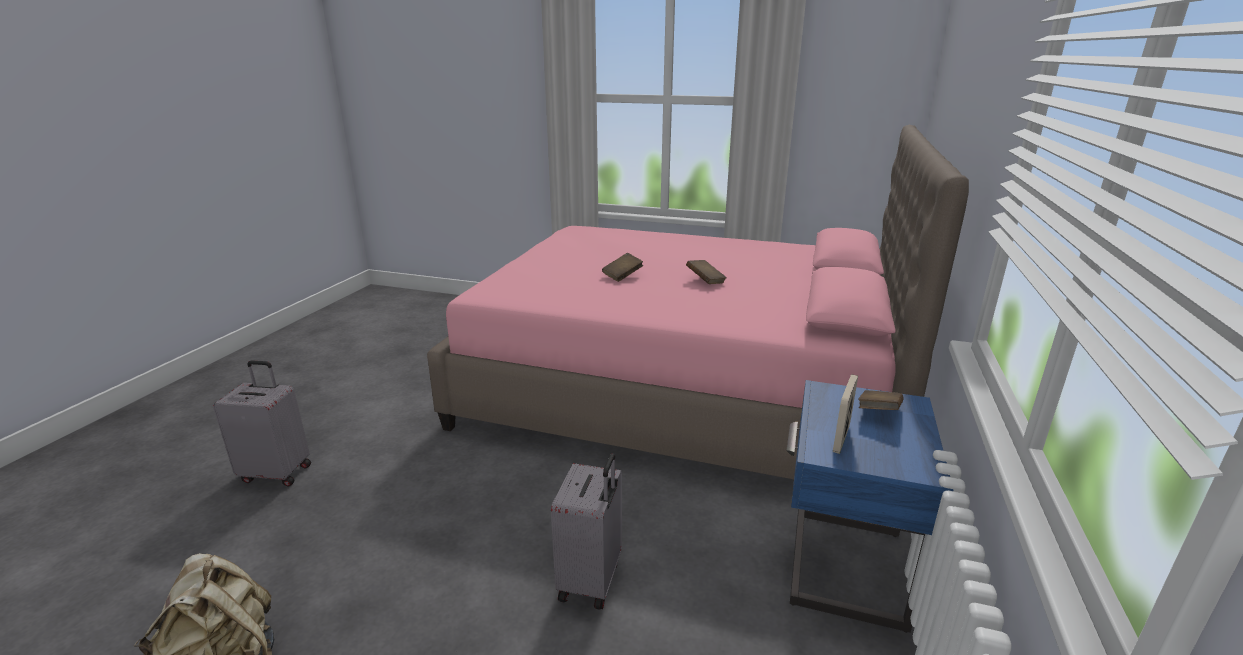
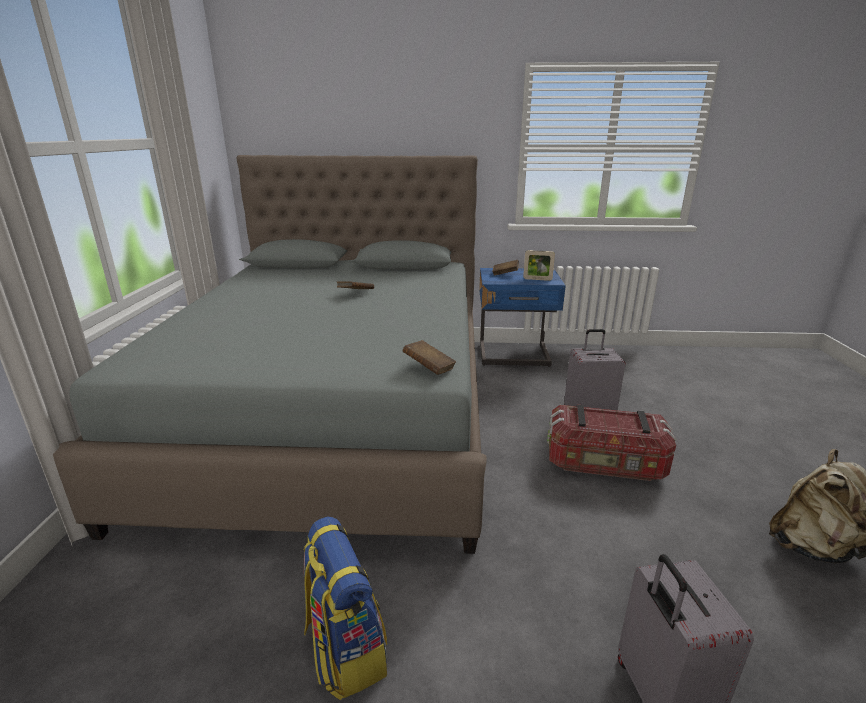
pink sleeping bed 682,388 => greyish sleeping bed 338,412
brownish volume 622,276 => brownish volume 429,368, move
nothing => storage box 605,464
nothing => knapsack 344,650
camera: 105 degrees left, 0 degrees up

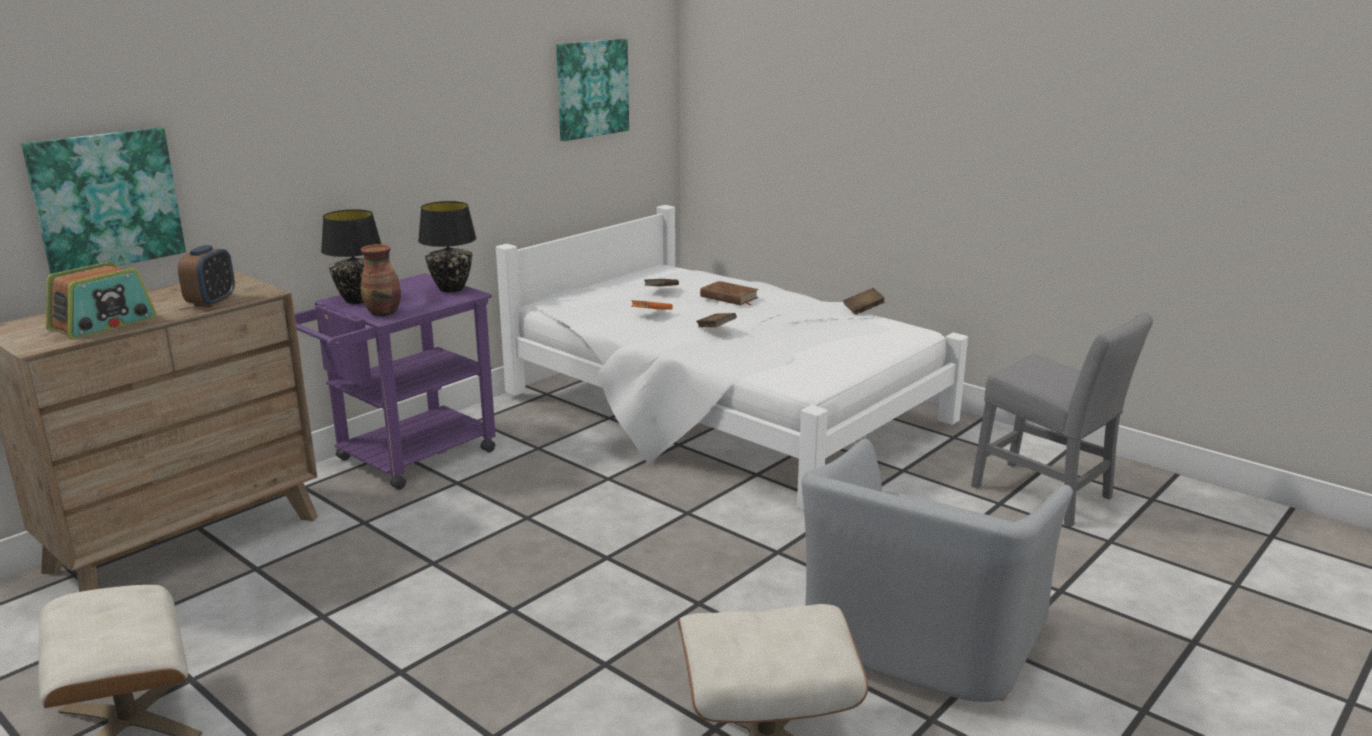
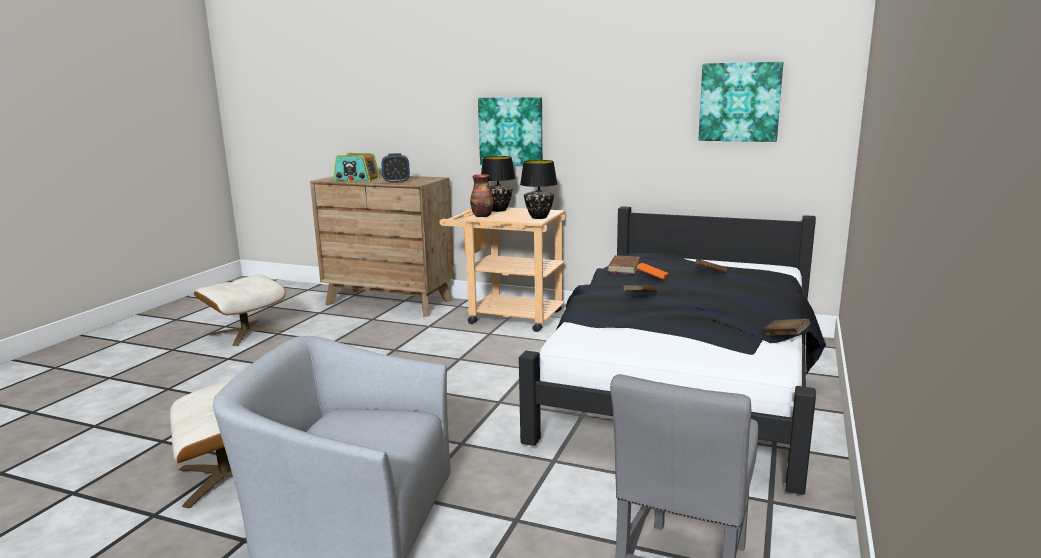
picture 106,200 => picture 511,131, move
white sleeping bed 724,412 => blackish sleeping bed 683,384
purple-coloured cart 405,459 => beige-coloured cart 507,316
brownish volume 729,297 => brownish volume 623,268, move
camera: 70 degrees right, 5 degrees down

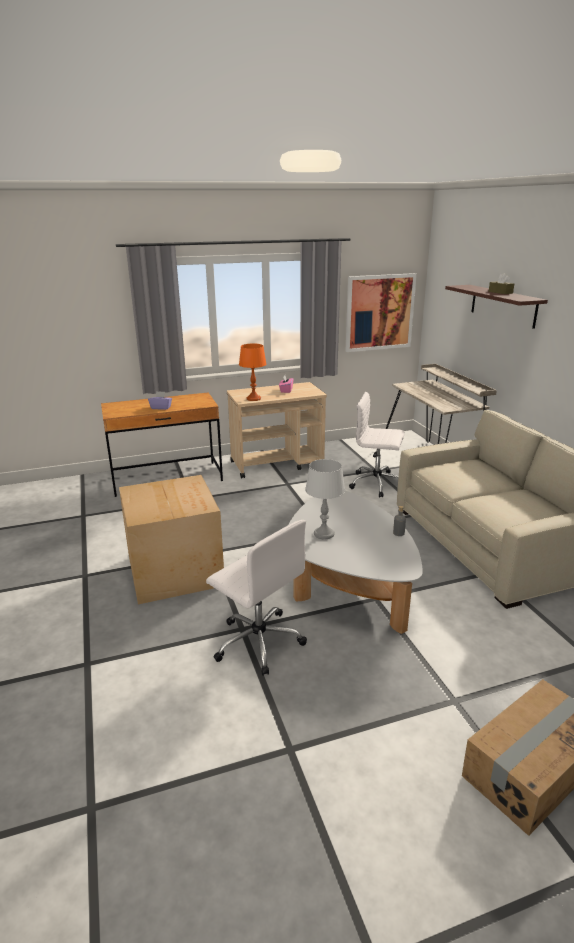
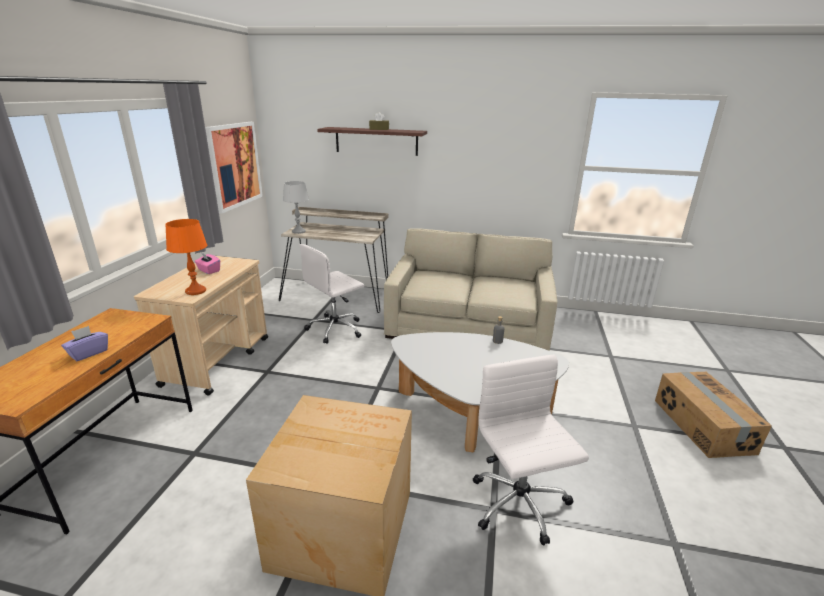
greyish table lamp 324,534 => greyish table lamp 299,231, move
white computer chair 258,641 => white computer chair 519,505, 90 degrees counterclockwise
camera: 60 degrees left, 0 degrees up

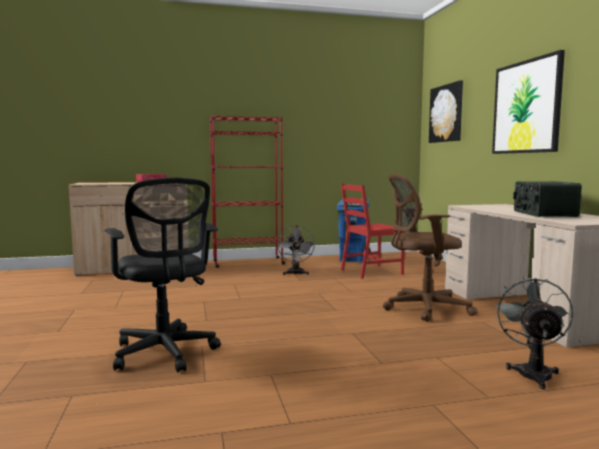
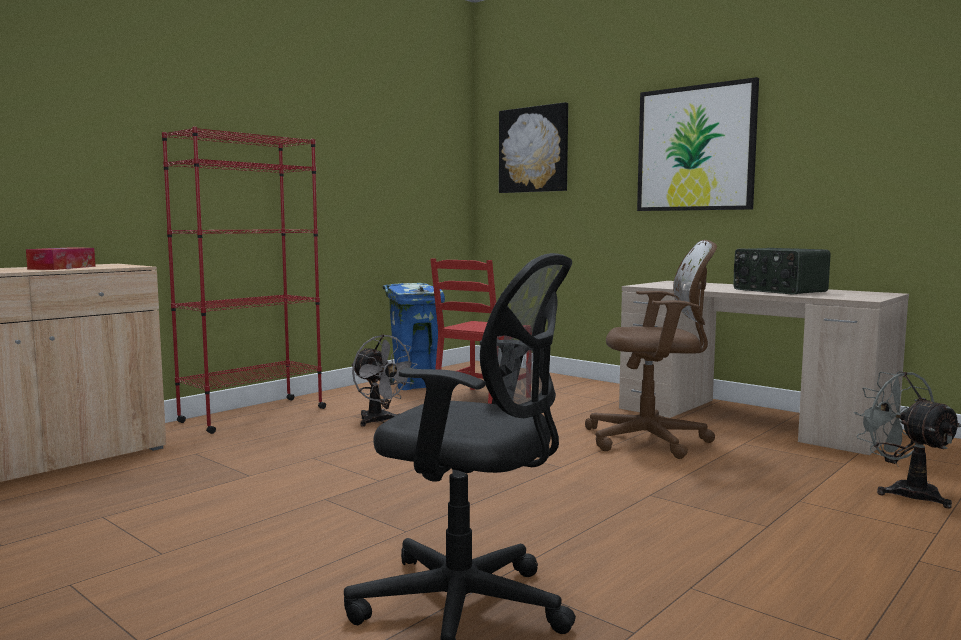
brownish computer chair 422,308 => brownish computer chair 652,440, 135 degrees counterclockwise
camera: 35 degrees left, 0 degrees up

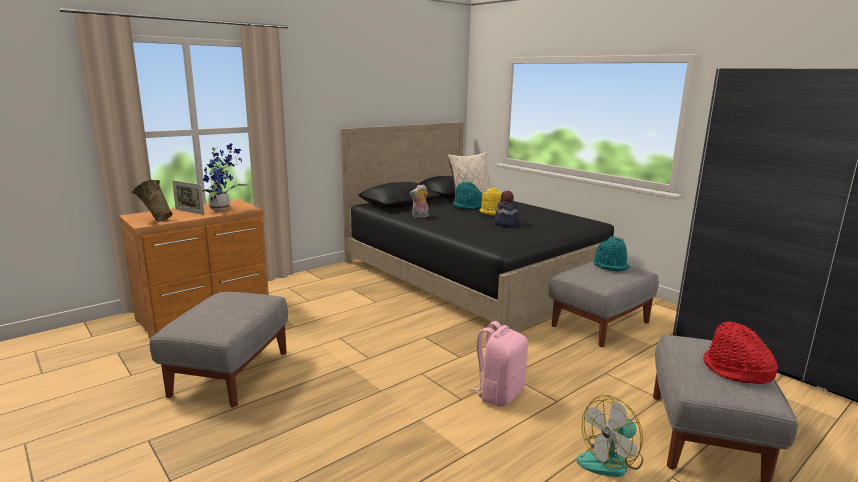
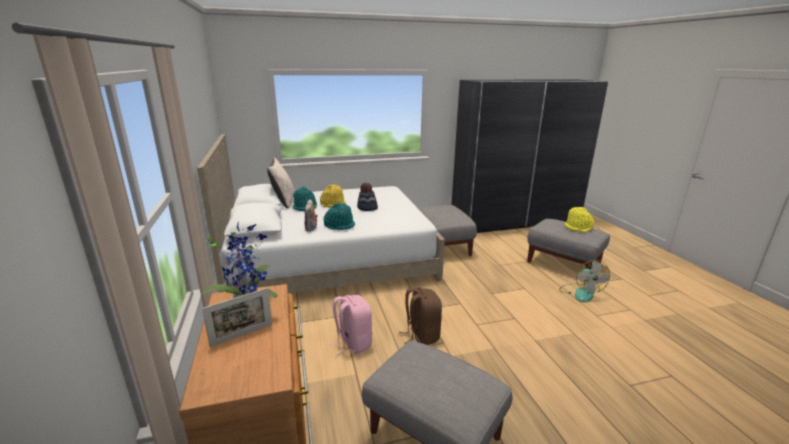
blackish sleeping bed 473,274 => white sleeping bed 329,259
beige-coloured decorative vase 155,220 => nothing
blue-green wearable hat 610,266 => blue-green wearable hat 339,225, move
pink knapsack 499,393 => pink knapsack 352,343, move
red-coloured wearable hat 736,371 => yellow wearable hat 578,228
nothing => brownish knapsack 421,335
camera: 65 degrees left, 5 degrees up

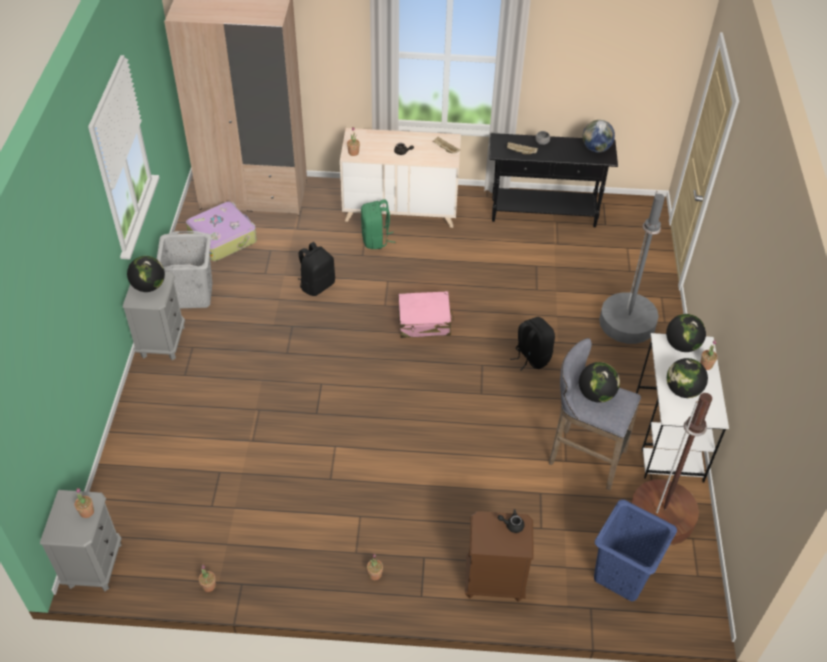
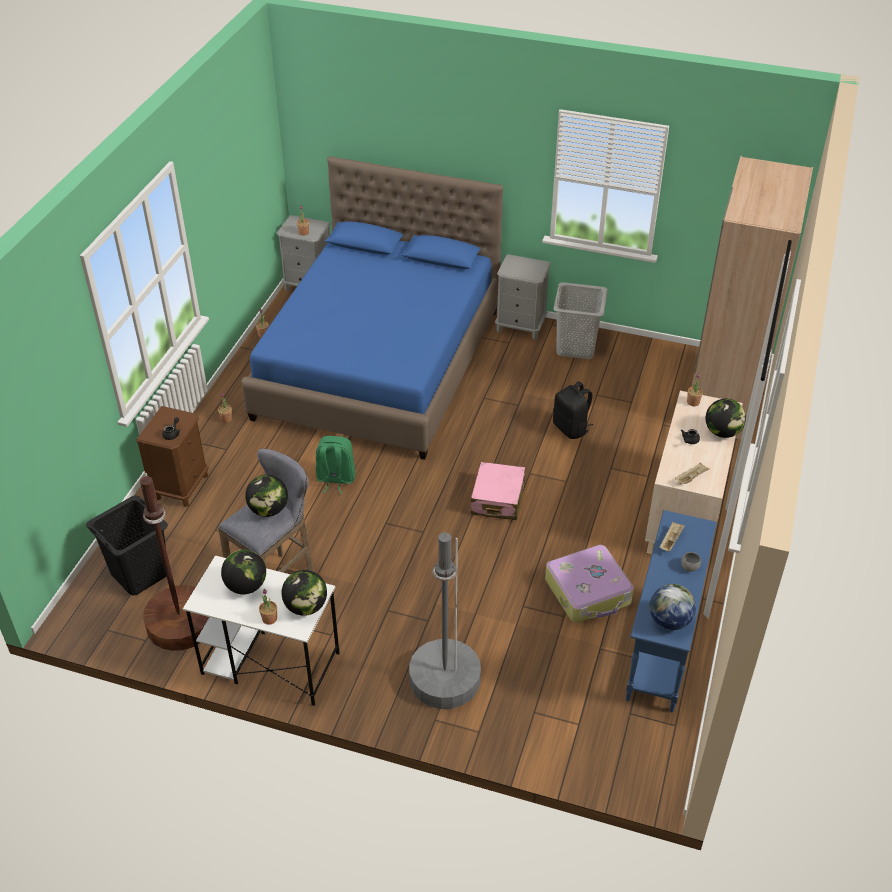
blackish hall table 544,213 => blue-coloured hall table 661,650
green-coloured knapsack 376,240 => green-coloured knapsack 335,479, move
piece of luggage 223,237 => piece of luggage 588,592, move
world globe 149,286 => world globe 722,432, move
blackish knapsack 531,357 => nothing
blue-coloured washing basket 622,575 => blackish washing basket 139,574
nothing => blue-coloured sleeping bed 379,363
camera: 105 degrees right, 5 degrees down

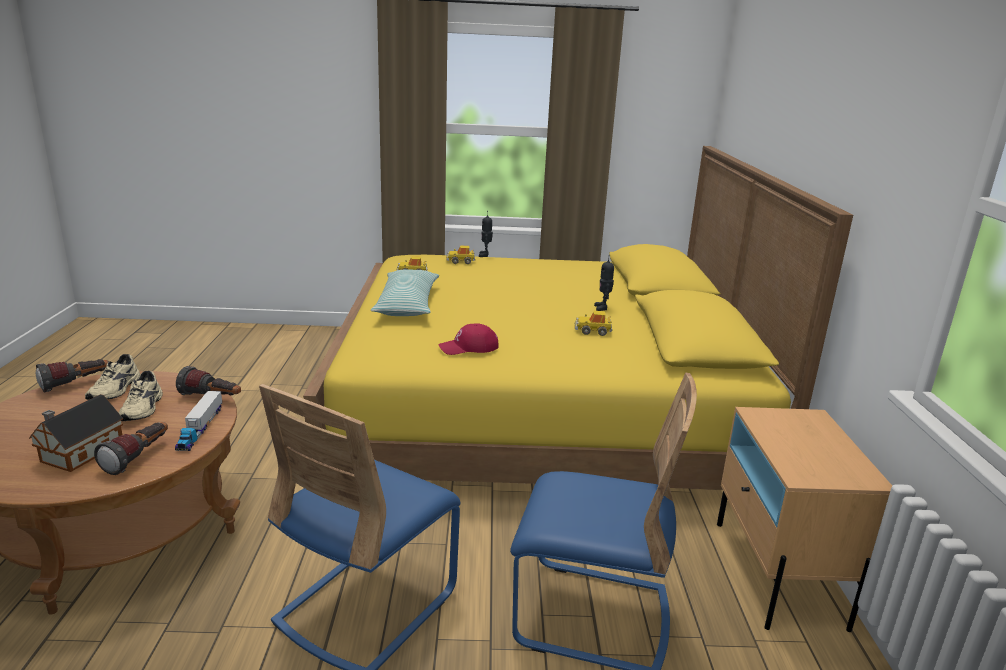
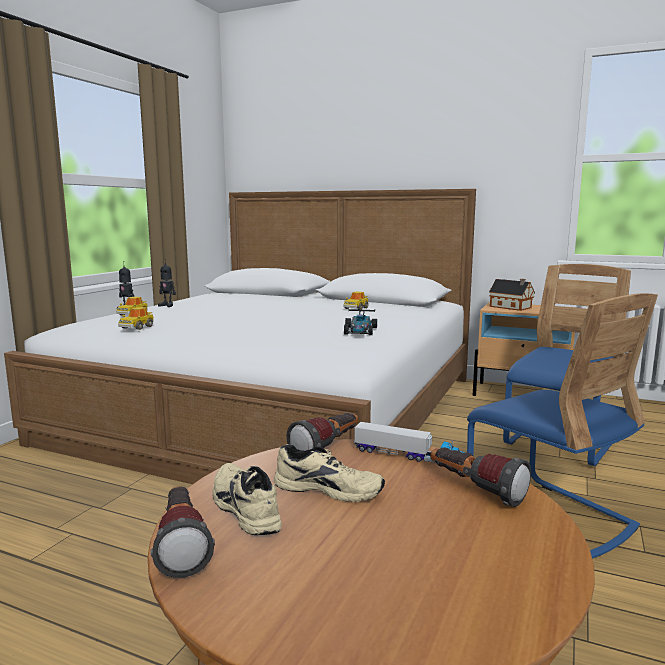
yellow sleeping bed 539,402 => white sleeping bed 277,407
robot figure 602,308 => robot figure 167,305, move
cushion 407,304 => nothing
red-coloured baseball cap 469,347 => toy car 360,331
beige-coloured shoe 116,390 => beige-coloured shoe 242,509, 150 degrees counterclockwise
miniature house 79,453 => miniature house 511,307, move
camera: 65 degrees left, 10 degrees down

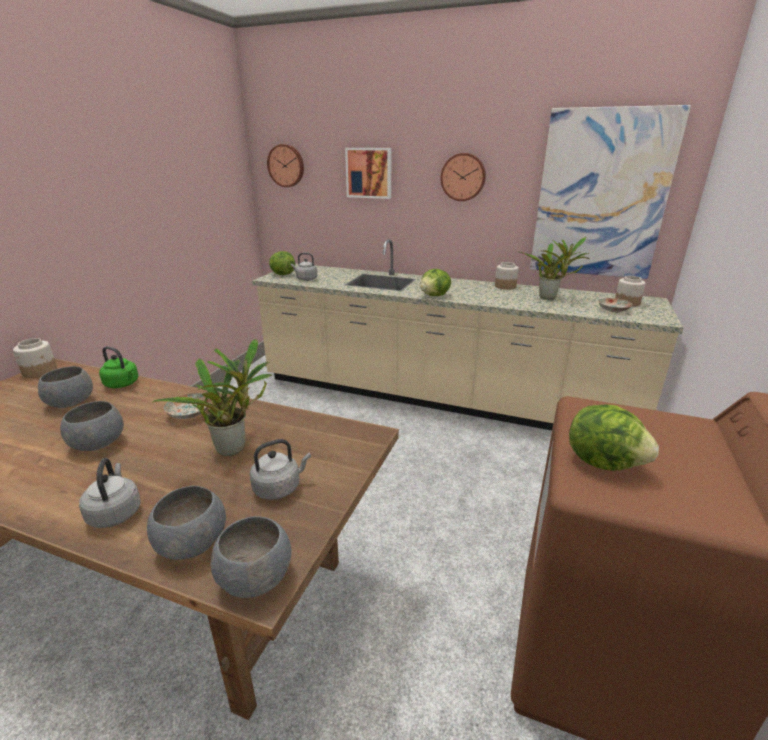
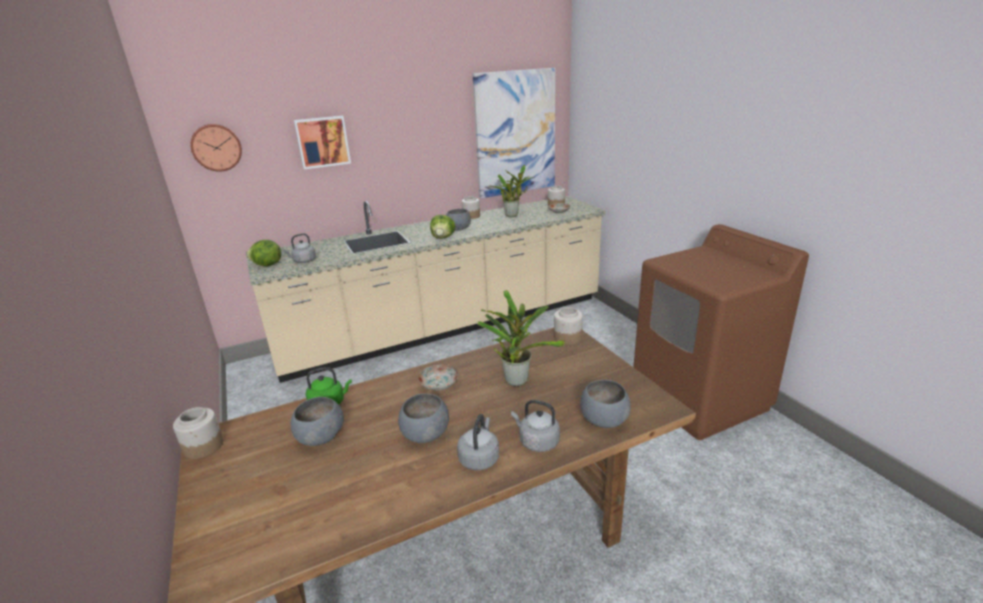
wall clock 463,177 => nothing
head of lettuce 603,461 => nothing
greyish water kettle 279,488 => greyish water kettle 479,458, move
greyish bowl 256,576 => greyish bowl 458,229, move
nothing => preserve jar 567,338
camera: 45 degrees left, 0 degrees up

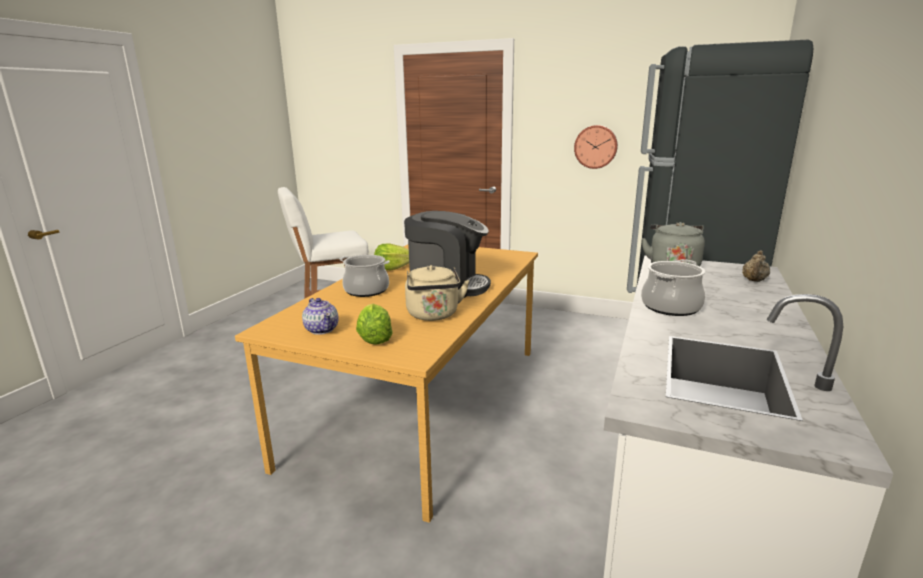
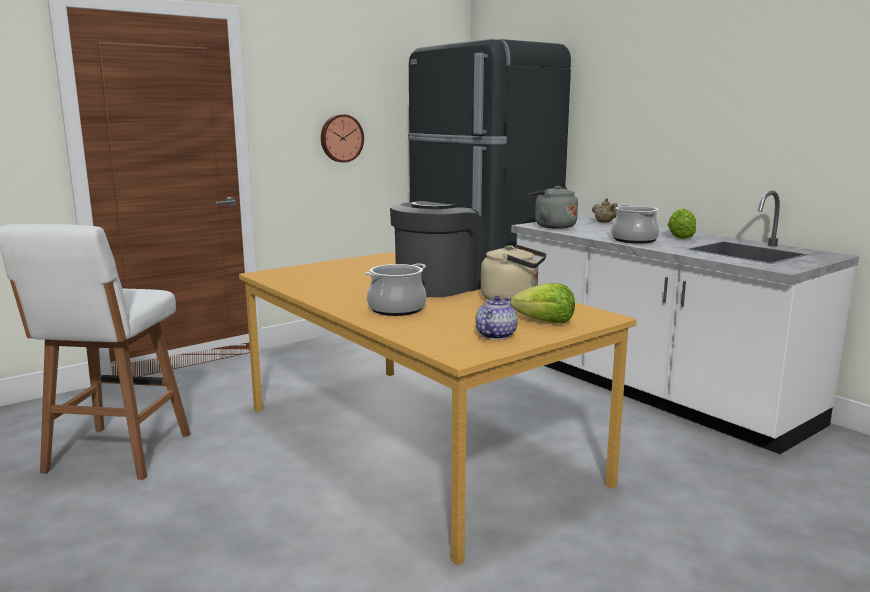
head of lettuce 392,268 => head of lettuce 680,237, move
pot for tea 322,329 => pot for tea 495,335, 60 degrees counterclockwise
camera: 60 degrees left, 5 degrees down

